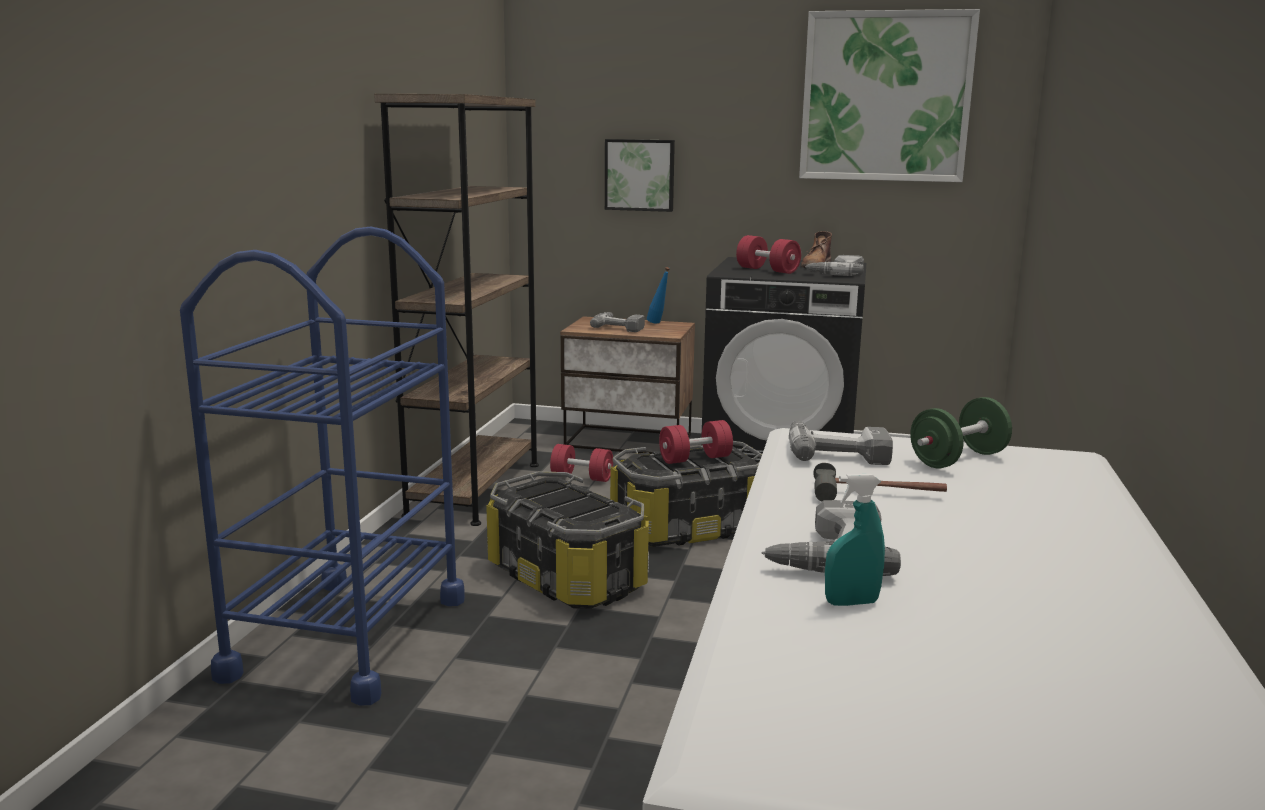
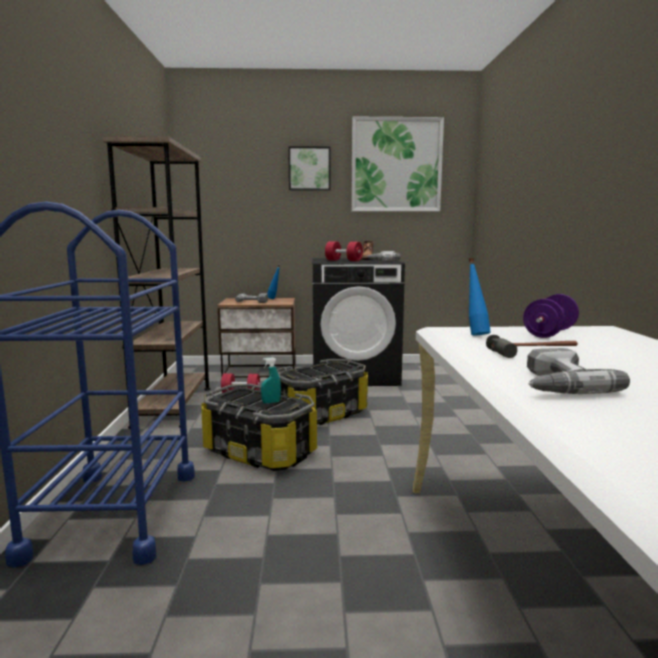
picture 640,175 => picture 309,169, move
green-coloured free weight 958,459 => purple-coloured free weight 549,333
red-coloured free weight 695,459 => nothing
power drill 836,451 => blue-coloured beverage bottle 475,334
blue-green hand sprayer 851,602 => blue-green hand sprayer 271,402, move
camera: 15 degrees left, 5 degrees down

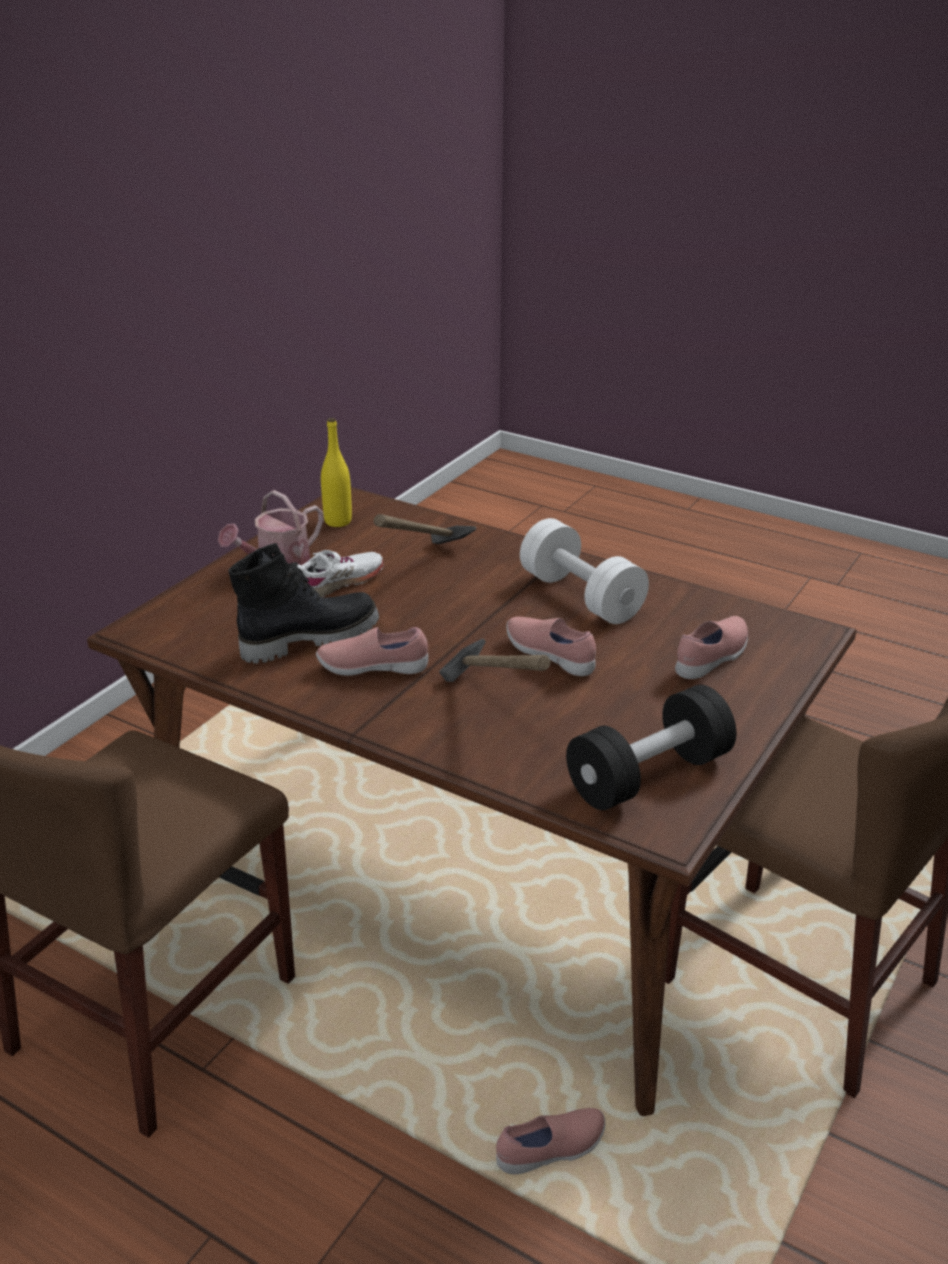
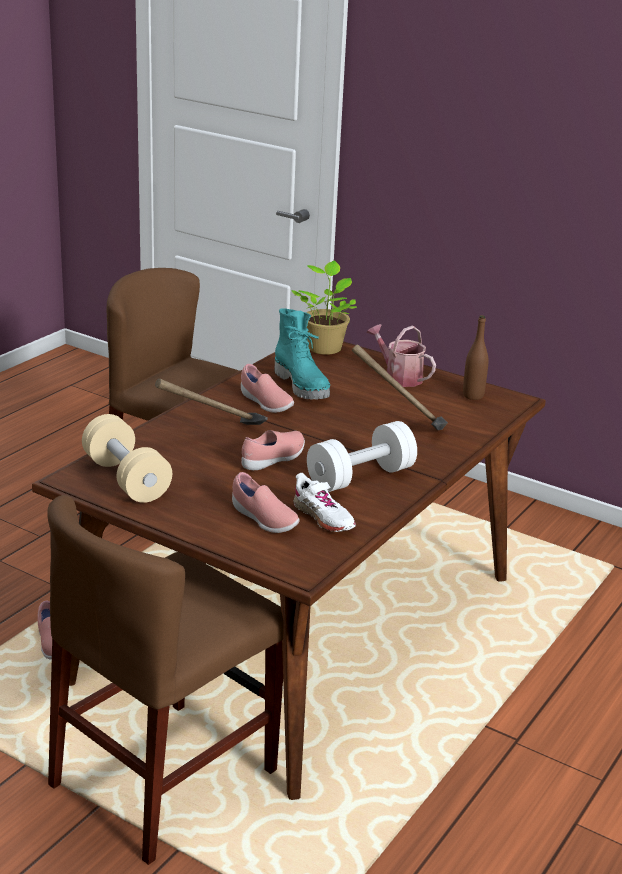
yellow beverage bottle 338,521 => brownish beverage bottle 473,396
blackish high-top boot 309,639 => blue-green high-top boot 303,386
white shoe 339,583 => white shoe 323,517, move
pink shoe 373,668 => pink shoe 265,403, 135 degrees clockwise
blackish free weight 649,775 => beige-coloured free weight 126,479
nothing => houseplant 324,347
camera: 90 degrees right, 5 degrees down

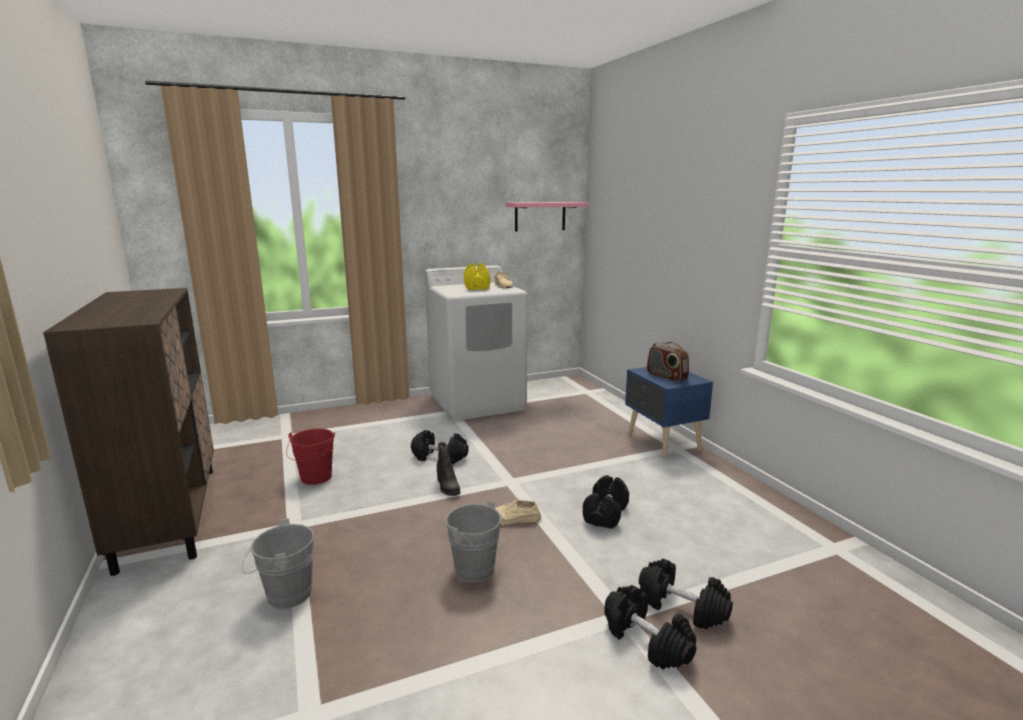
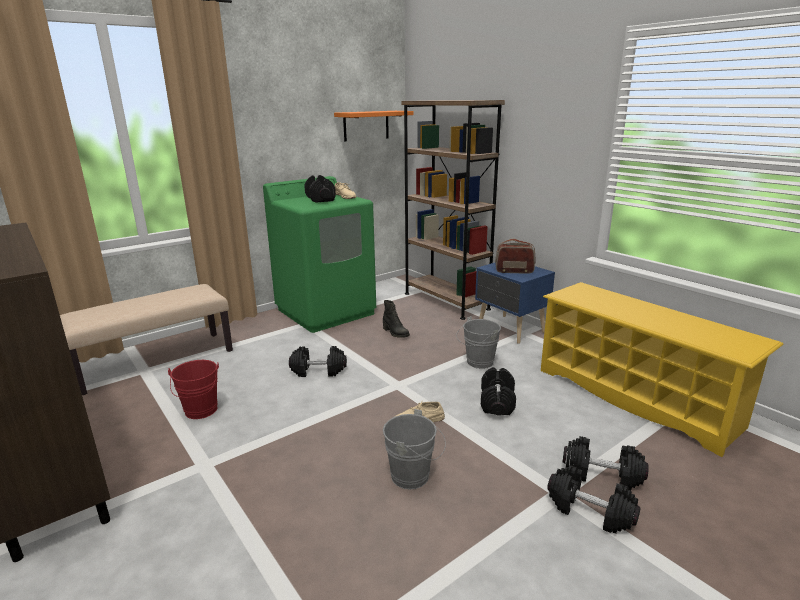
pink bracket shelf 540,216 => orange-coloured bracket shelf 366,125
yellow free weight 476,287 => blackish free weight 320,199
white laundry appliance 477,402 => green-coloured laundry appliance 326,311
radio set 666,376 => radio set 514,271, 150 degrees clockwise
blackish high-top boot 447,487 => blackish high-top boot 395,333, move
greyish pail 284,595 => greyish pail 477,363, move
nothing => brownish bookcase 446,301
nothing => yellow shoe shelf 635,397
nothing => beige-coloured indoor bench 156,361
camera: 15 degrees left, 5 degrees up

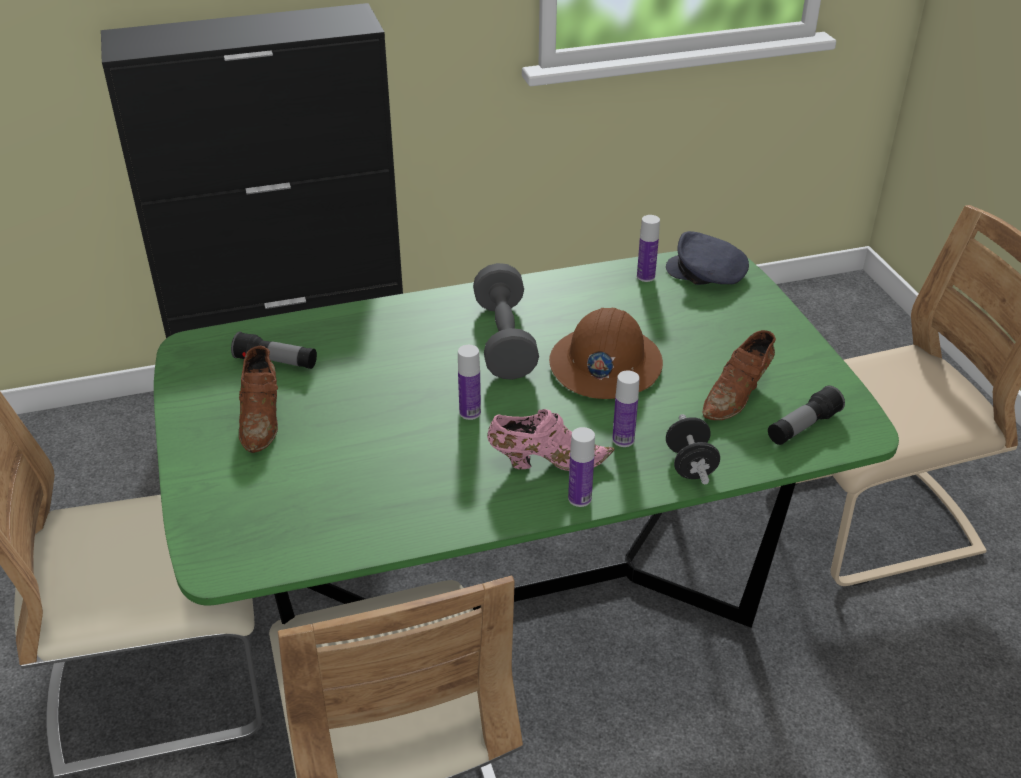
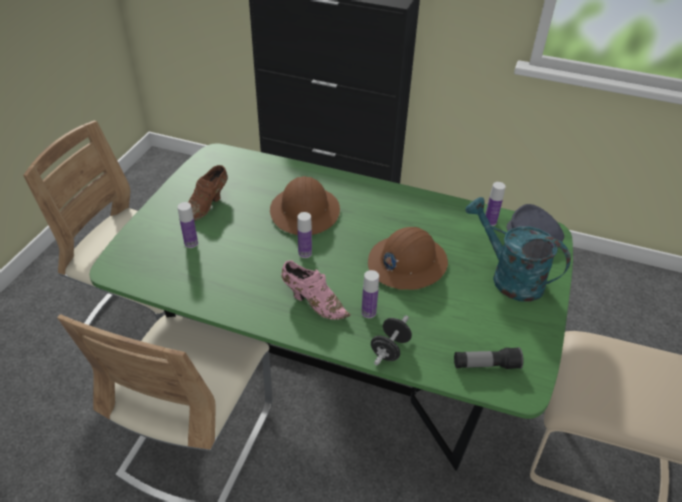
greyish free weight 504,340 => nothing
brownish shoe 738,396 => nothing
hand torch 276,362 => nothing
beverage bottle 579,498 => beverage bottle 191,243, move
nothing => brownish work helmet 305,211
nothing => blue-green sprinkling can 509,277
camera: 35 degrees right, 5 degrees up

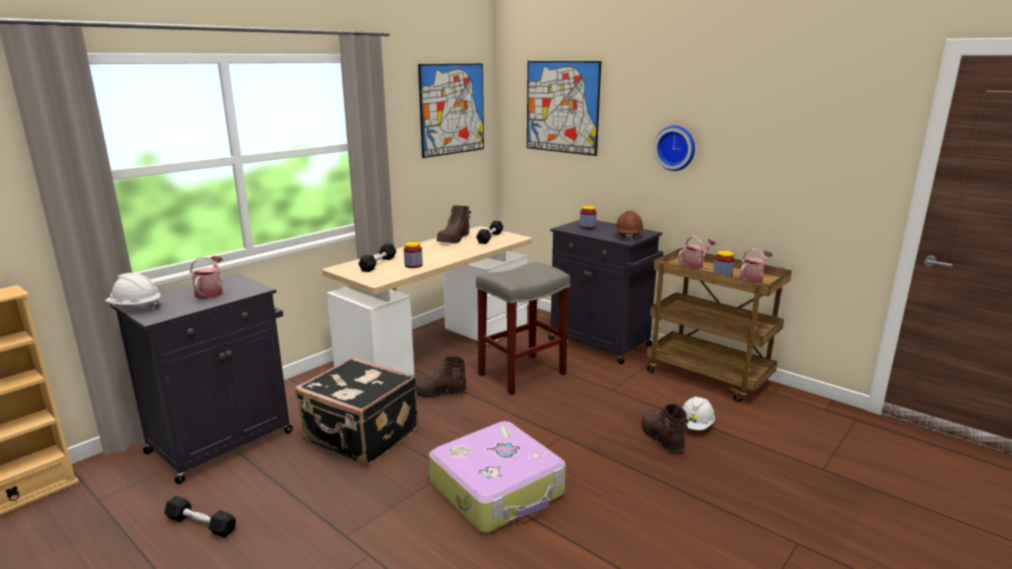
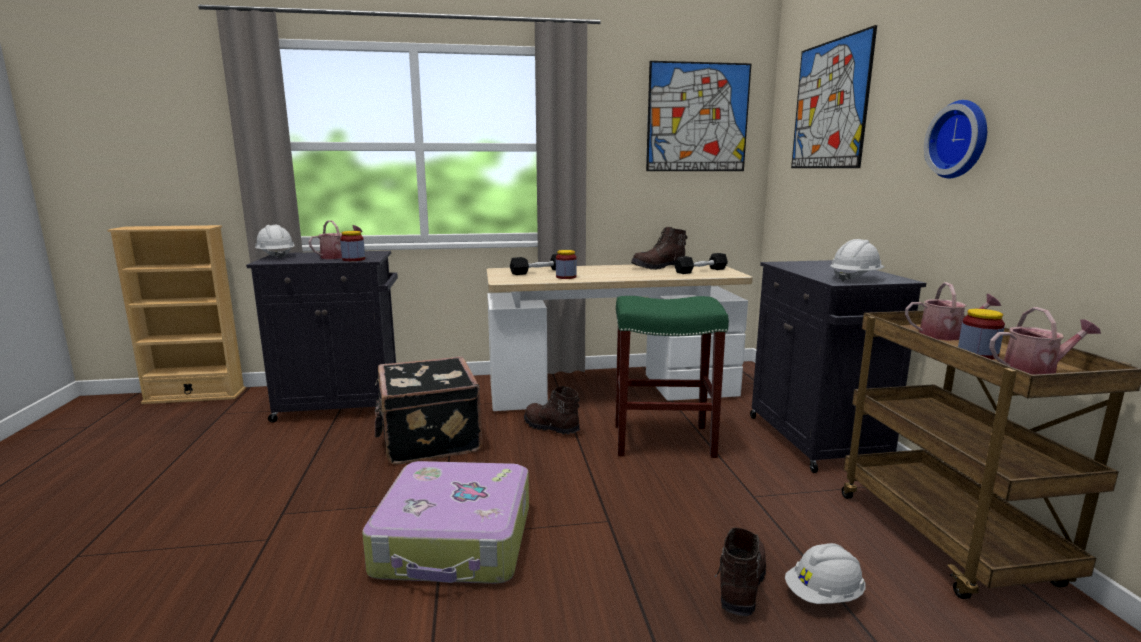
preserve jar 587,227 => preserve jar 353,259, move
brownish work helmet 628,236 => white work helmet 855,278
greyish stool seat 521,375 => green-coloured stool seat 661,441
blackish free weight 201,524 => nothing
camera: 40 degrees right, 5 degrees down

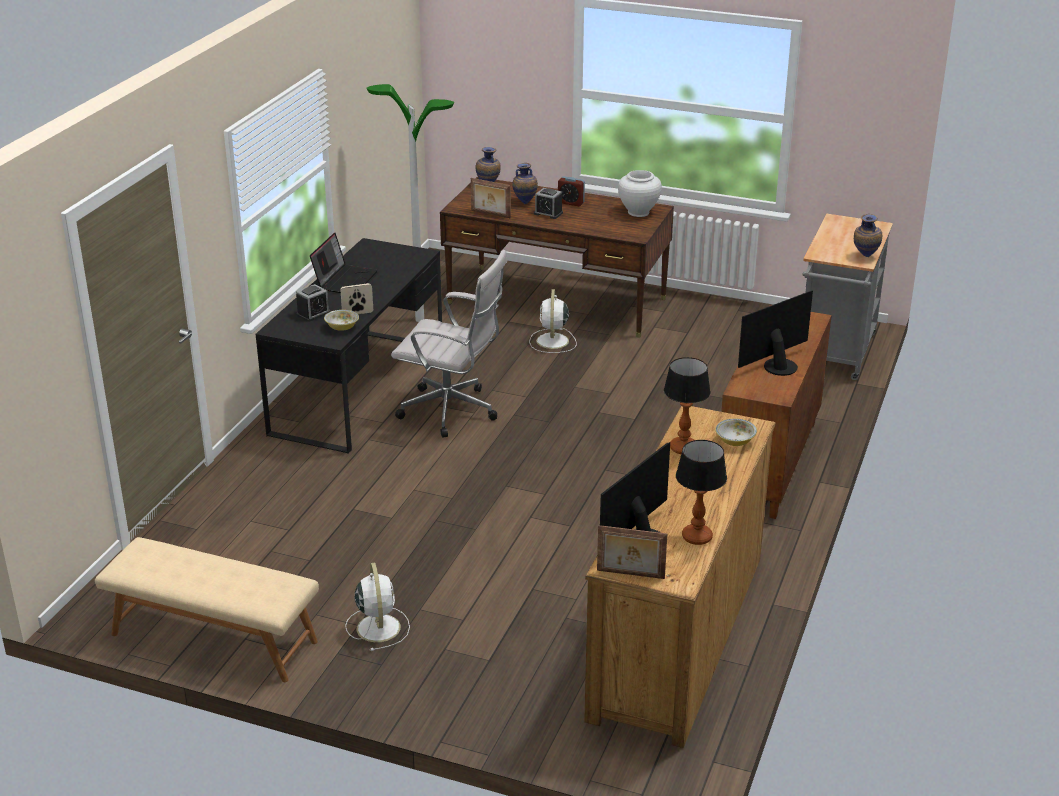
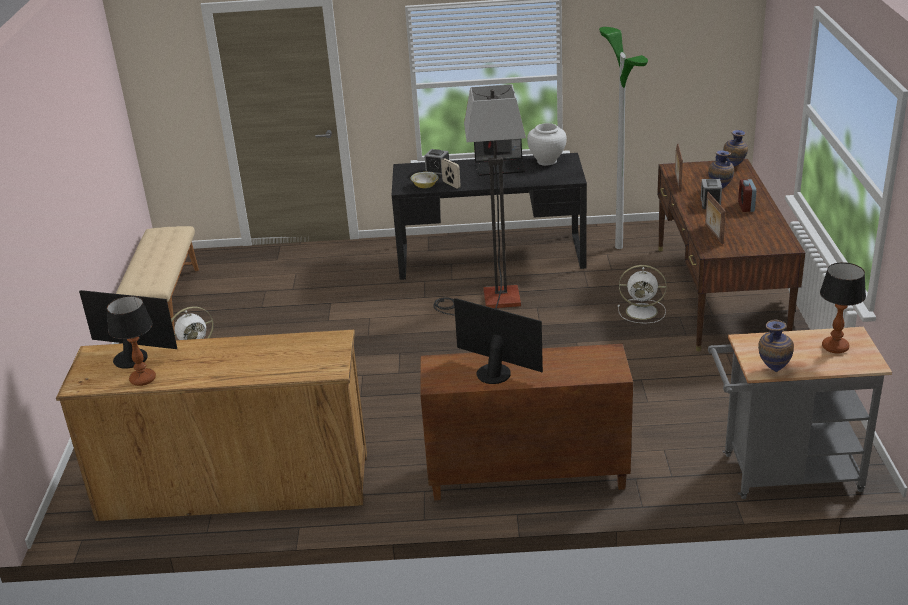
white decorative vase 638,212 => white decorative vase 547,161, move
white computer chair 453,412 => floor lamp 489,301
white fan 552,342 => white fan 643,311, 150 degrees counterclockwise
table lamp 682,448 => table lamp 835,347, move
bowl 735,441 => nothing
standing frame 630,575 => standing frame 713,234, move
camera: 70 degrees right, 0 degrees up

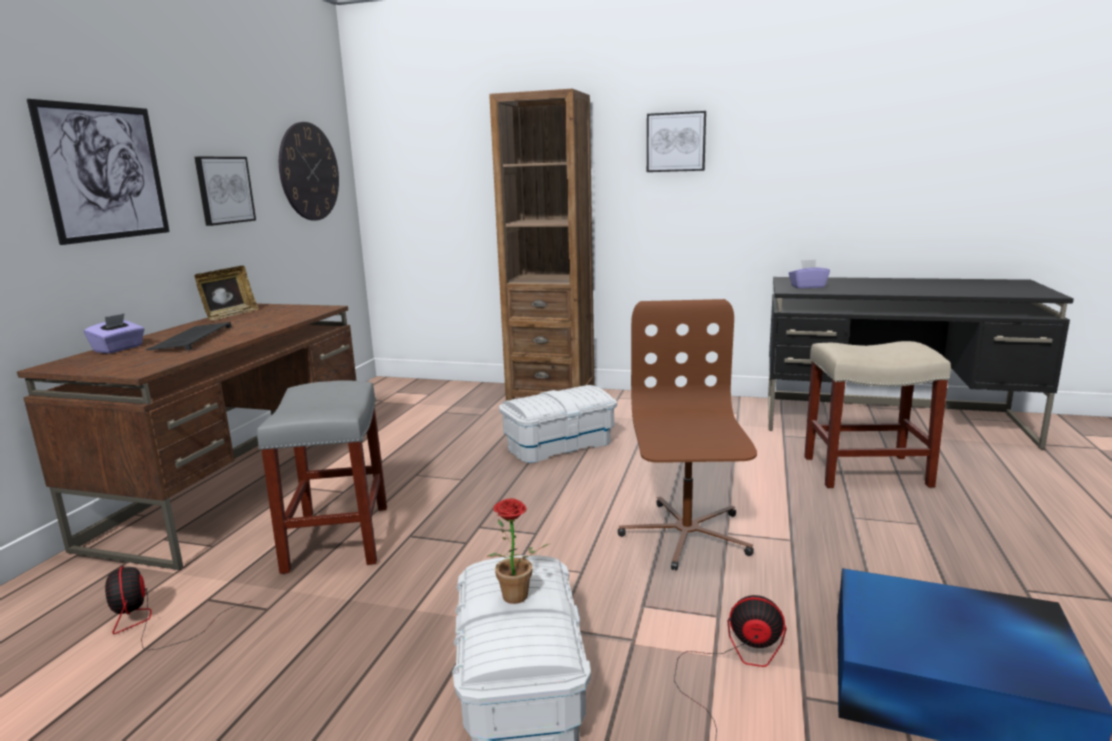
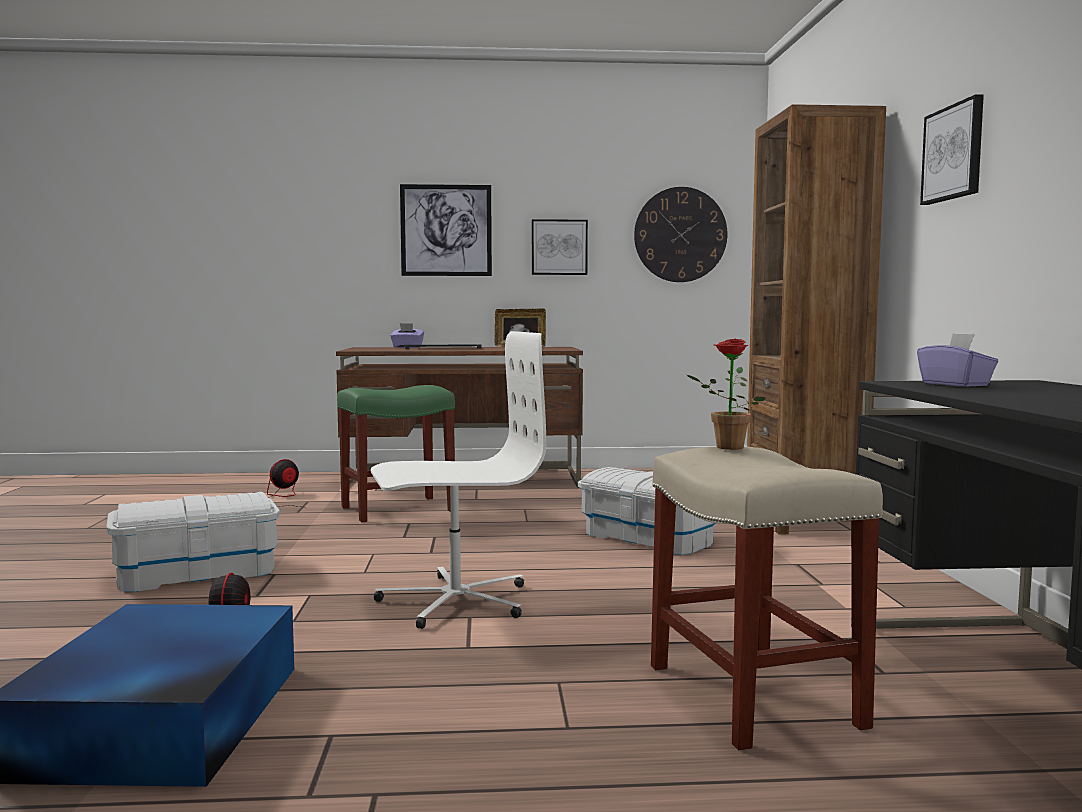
brownish computer chair 685,535 => white computer chair 454,600
greyish stool seat 338,539 => green-coloured stool seat 396,509
houseplant 514,599 => houseplant 724,447, move
camera: 70 degrees right, 10 degrees down

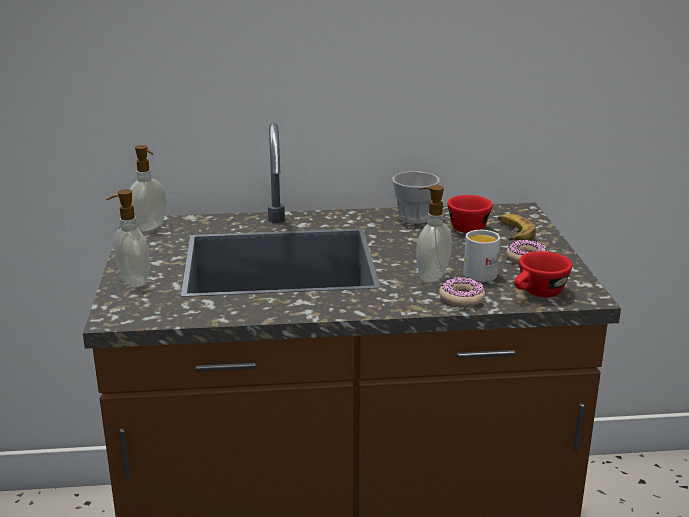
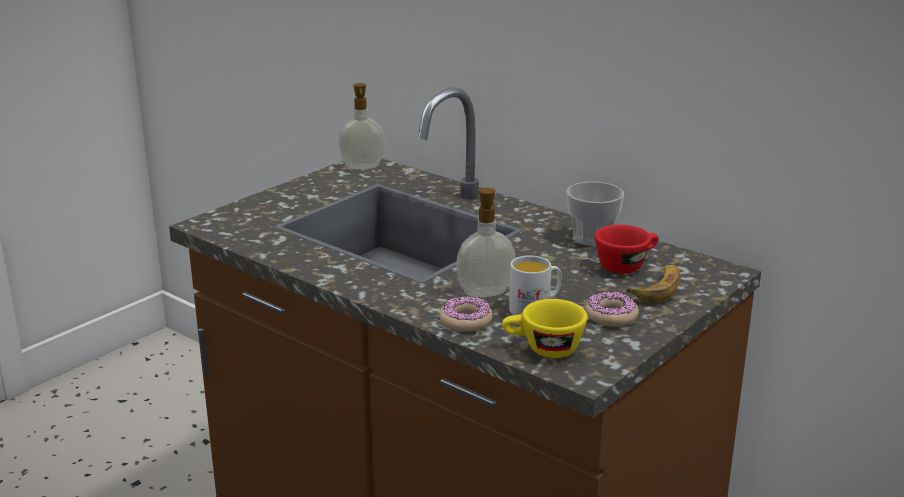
soap bottle 133,282 => nothing
red-coloured drinking cup 538,294 => yellow drinking cup 543,349
camera: 45 degrees right, 0 degrees up

